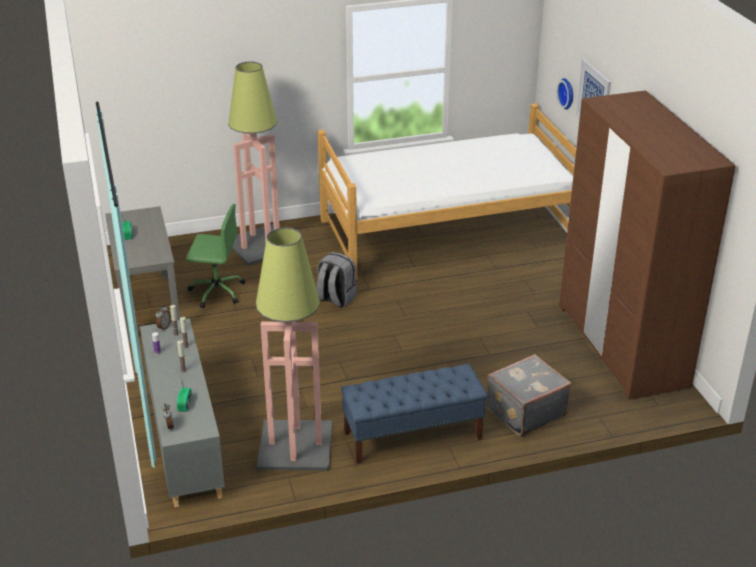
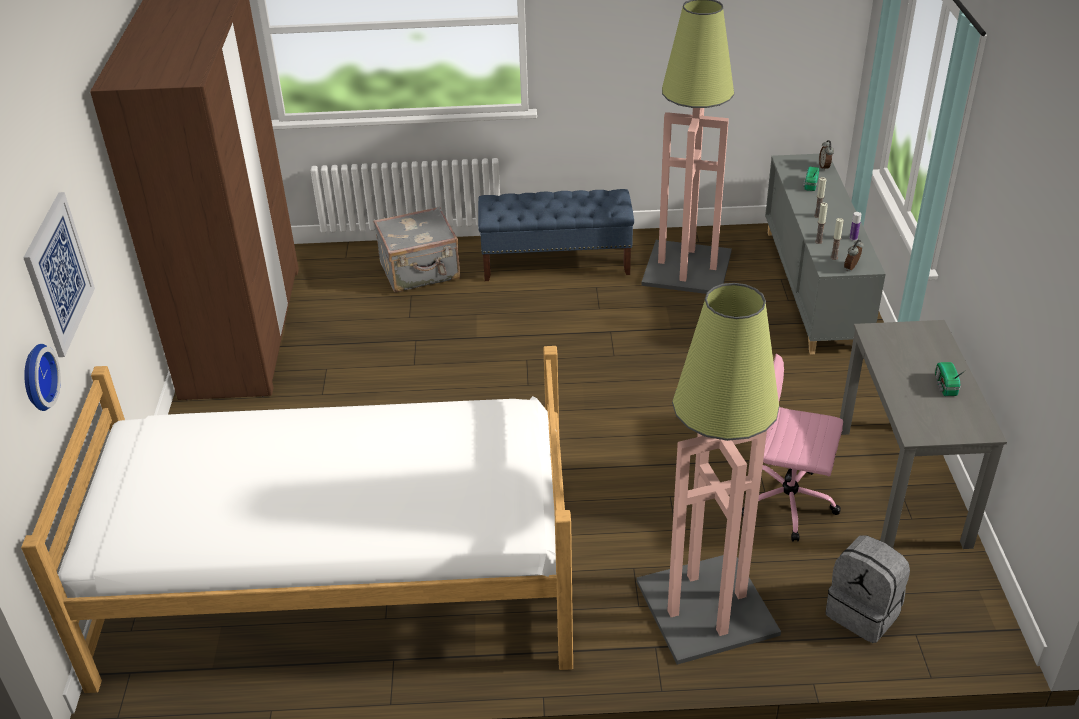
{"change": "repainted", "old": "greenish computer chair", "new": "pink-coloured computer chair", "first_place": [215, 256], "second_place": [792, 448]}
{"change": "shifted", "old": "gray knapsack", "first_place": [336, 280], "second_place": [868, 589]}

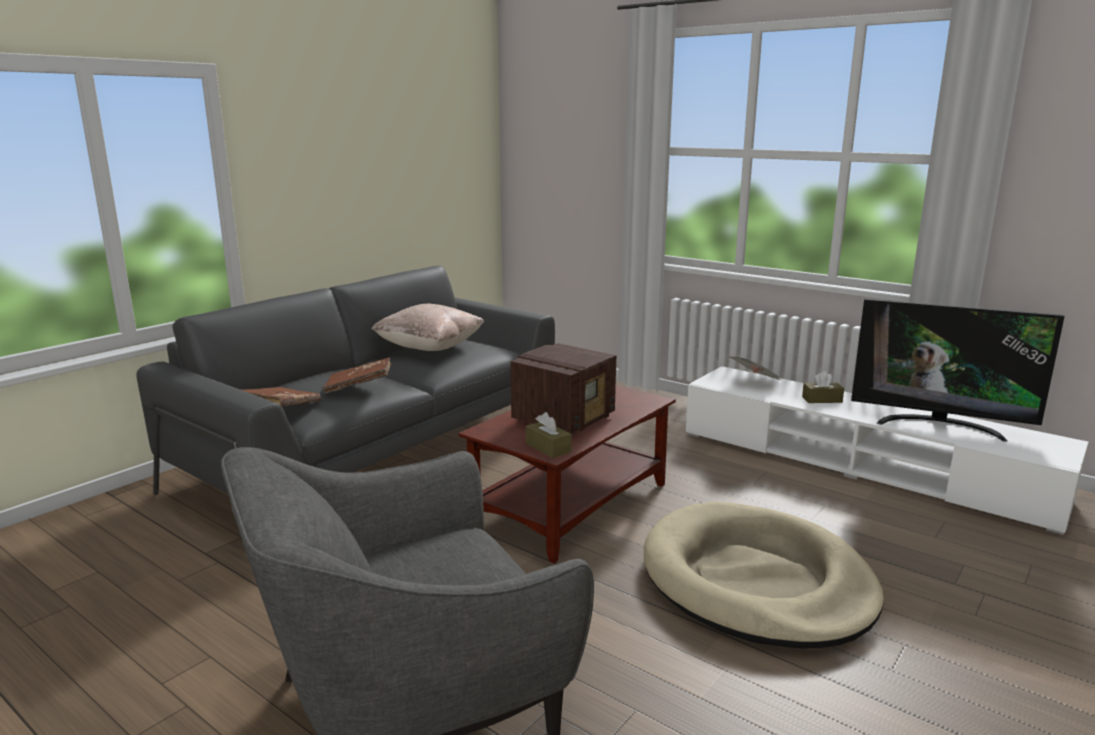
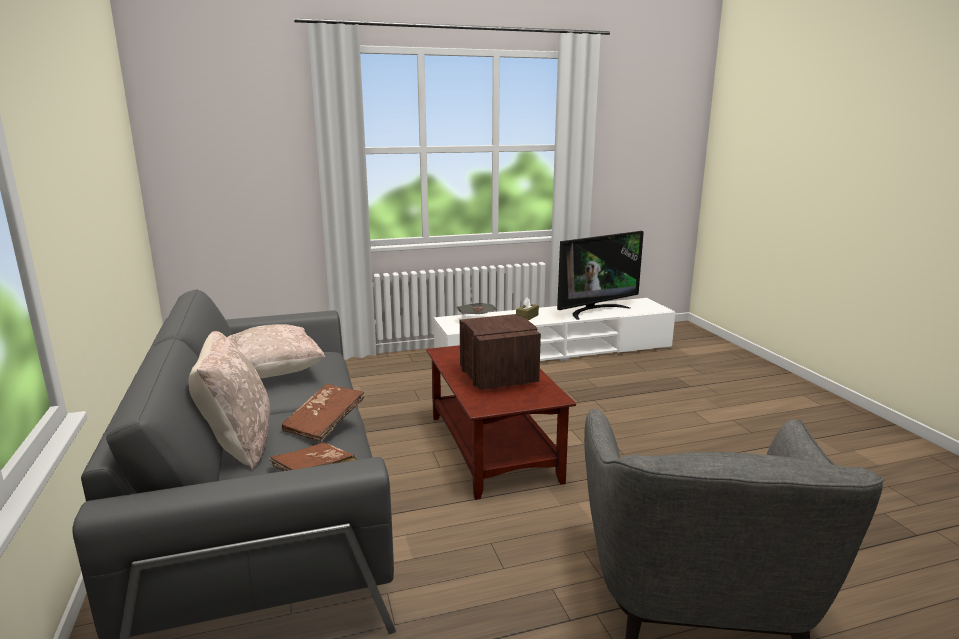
{"change": "new", "new": "beige-coloured throw pillow", "second_place": [229, 400]}
{"change": "gone", "old": "brown-coloured tissue holder", "first_place": [549, 435]}
{"change": "gone", "old": "beige-coloured dog cushion", "first_place": [764, 575]}

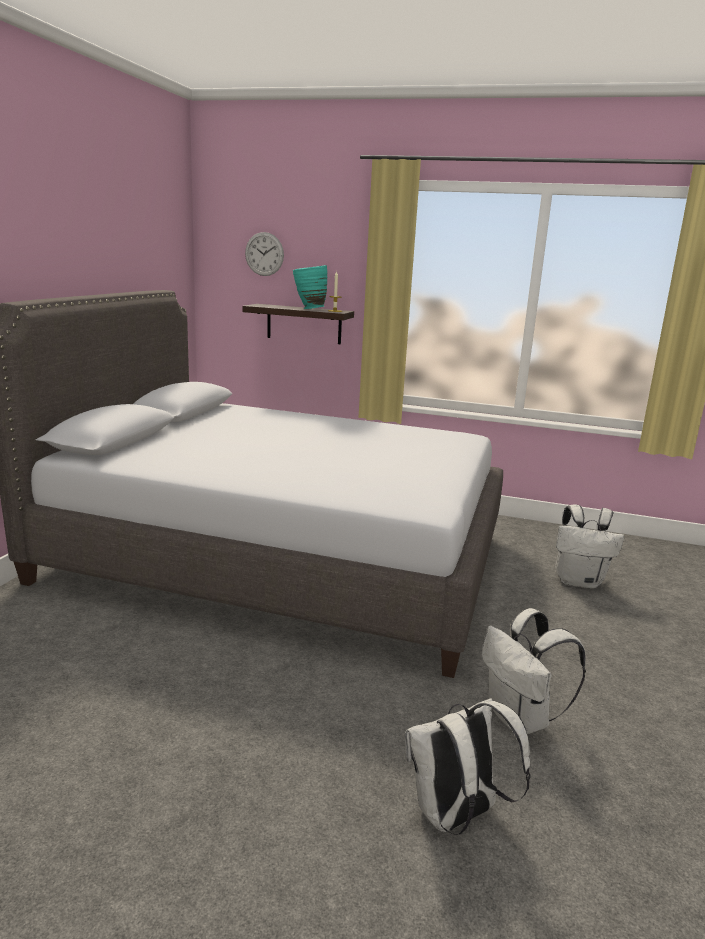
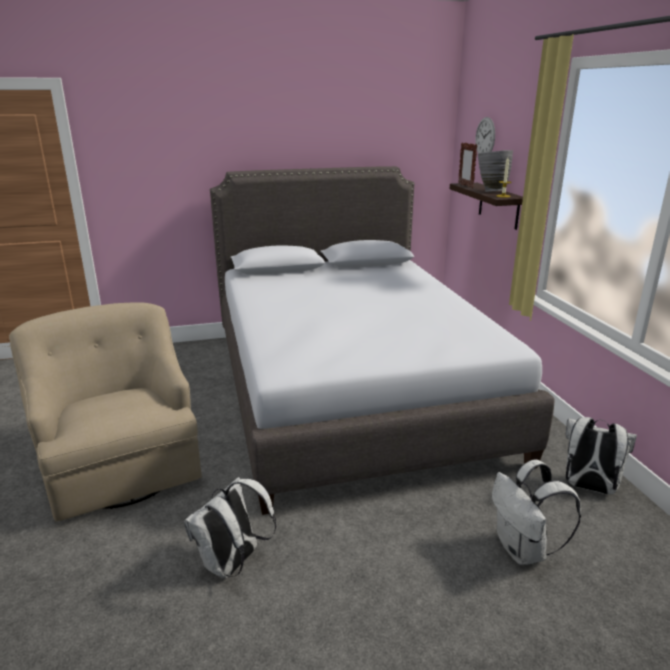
{"change": "new", "new": "beige-coloured easy chair", "second_place": [105, 412]}
{"change": "new", "new": "standing frame", "second_place": [468, 165]}
{"change": "repainted", "old": "turquoise decorative vase", "new": "gray decorative vase", "first_place": [310, 287], "second_place": [495, 171]}
{"change": "shifted", "old": "white knapsack", "first_place": [468, 766], "second_place": [601, 456]}

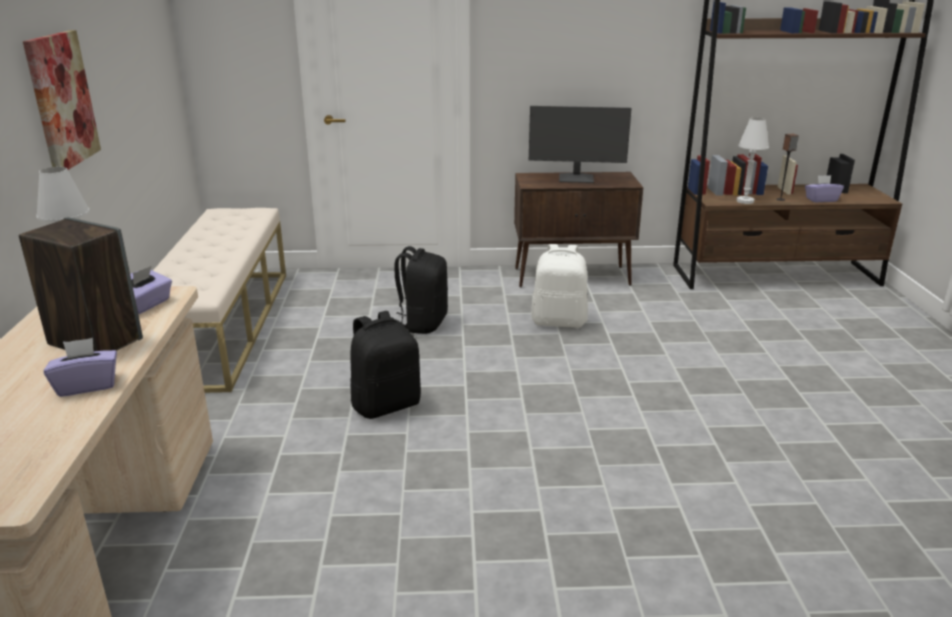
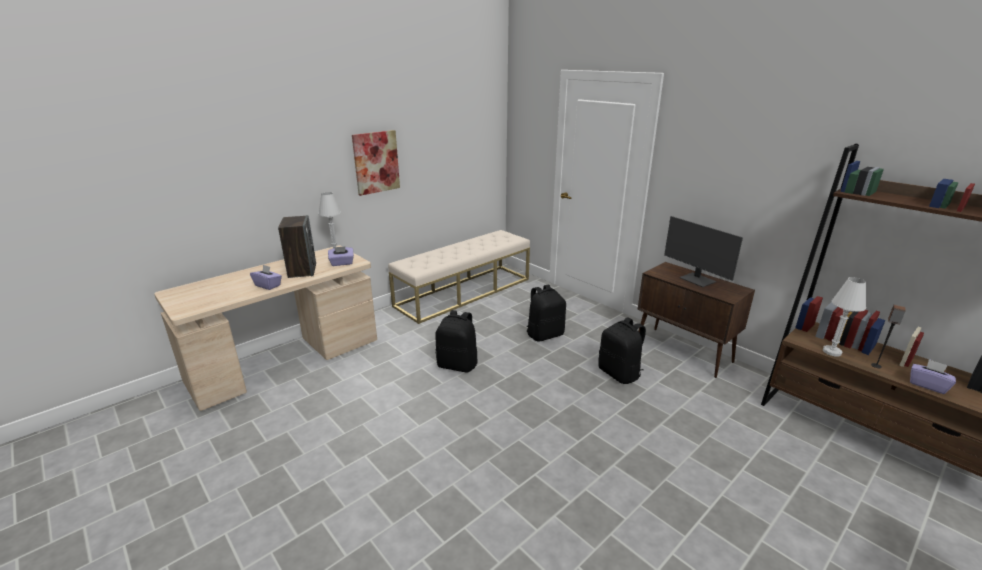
{"change": "repainted", "old": "white knapsack", "new": "black-coloured knapsack", "first_place": [559, 286], "second_place": [622, 350]}

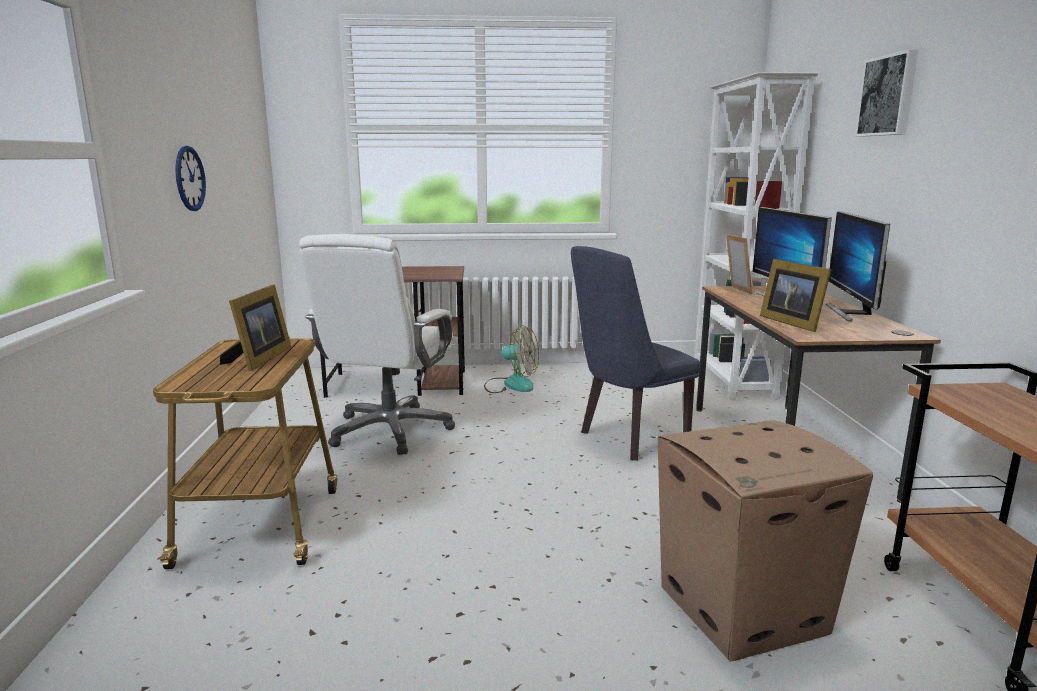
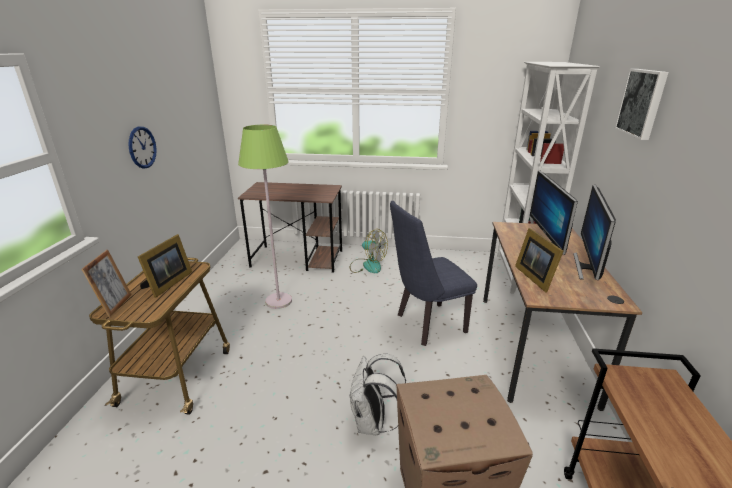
{"change": "shifted", "old": "standing frame", "first_place": [739, 264], "second_place": [106, 283]}
{"change": "swapped", "old": "white computer chair", "new": "greenish standing lamp", "first_place": [377, 344], "second_place": [265, 217]}
{"change": "new", "new": "white knapsack", "second_place": [377, 394]}

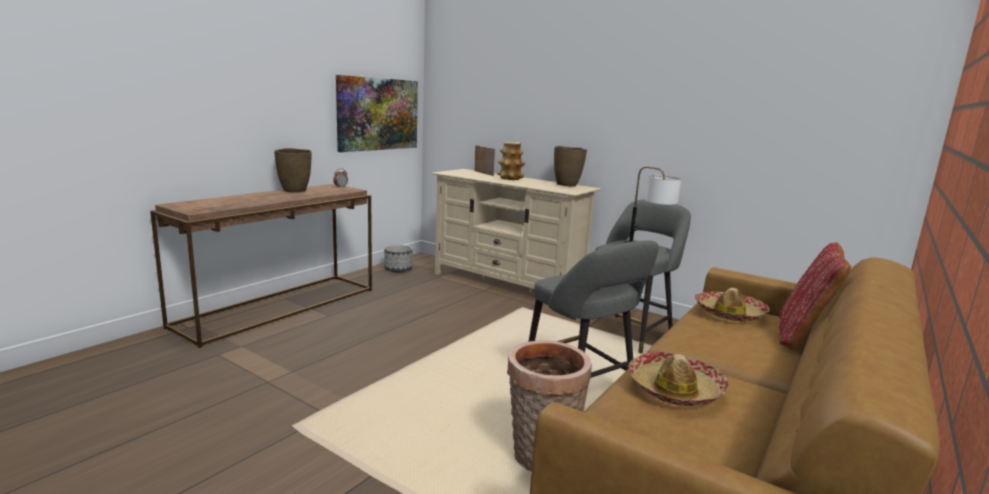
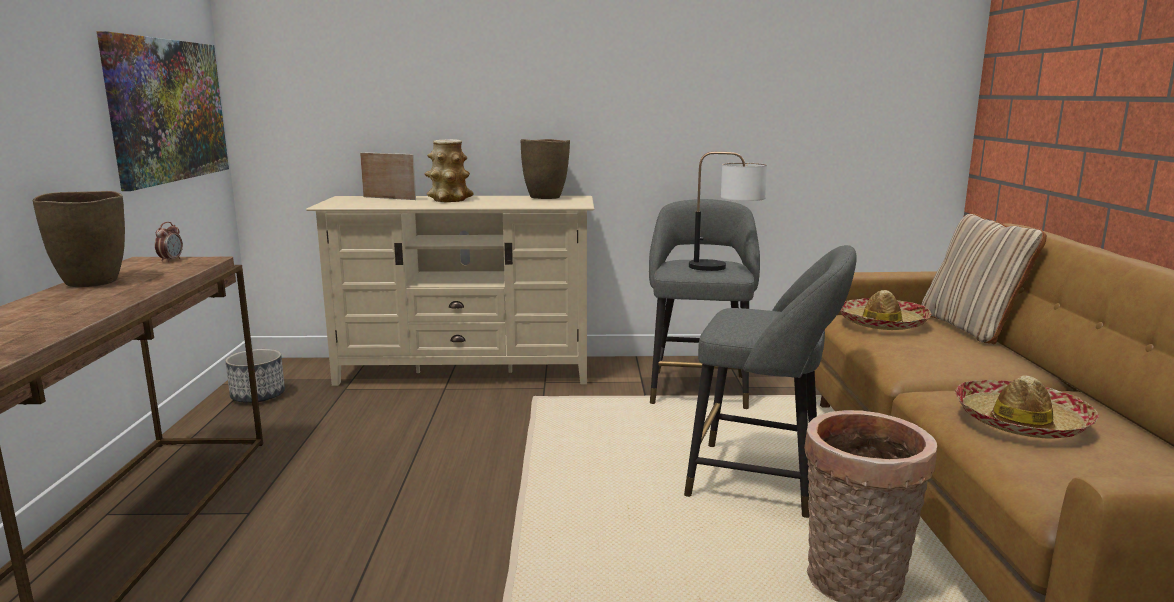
{"change": "repainted", "old": "reddish throw pillow", "new": "beige-coloured throw pillow", "first_place": [815, 296], "second_place": [984, 278]}

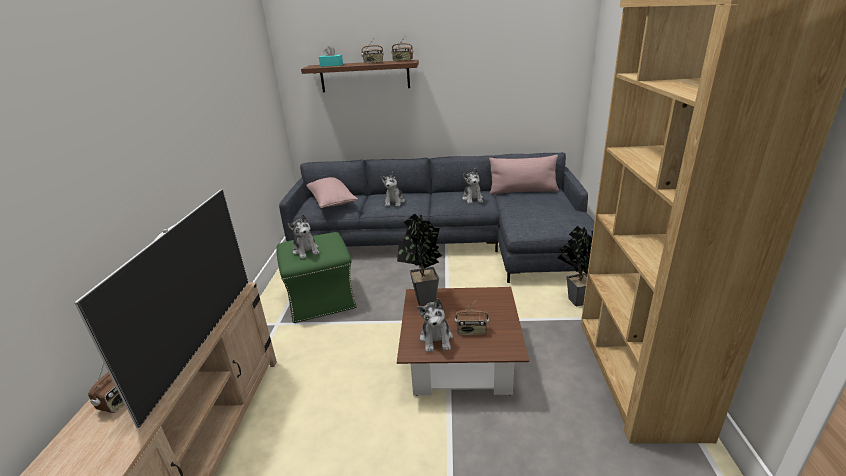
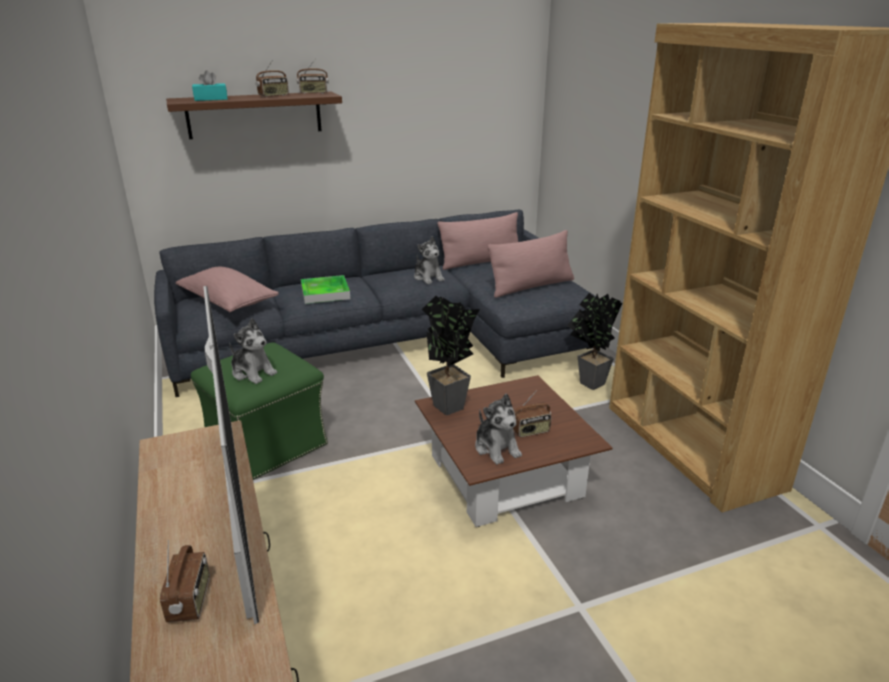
{"change": "swapped", "old": "soft toy", "new": "tray", "first_place": [393, 189], "second_place": [325, 289]}
{"change": "new", "new": "pink-coloured throw pillow", "second_place": [530, 264]}

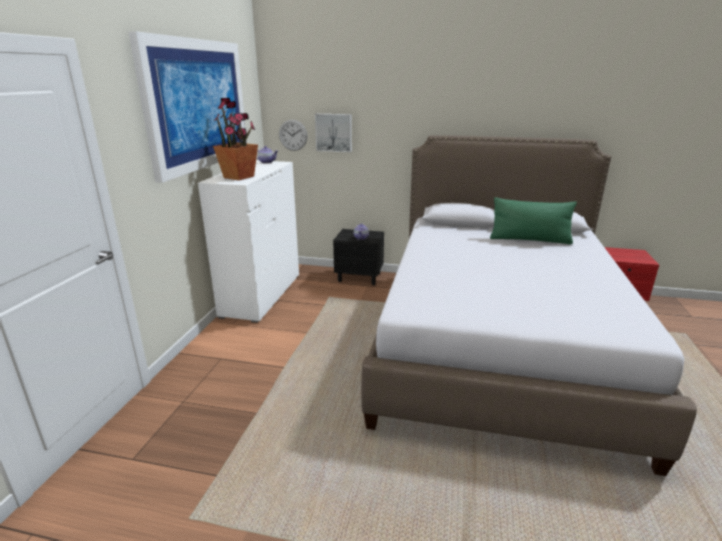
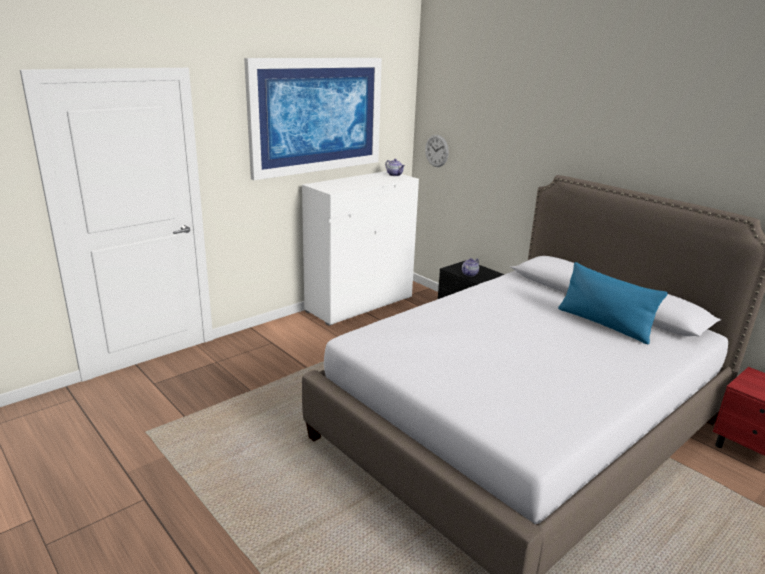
{"change": "repainted", "old": "greenish throw pillow", "new": "blue throw pillow", "first_place": [533, 220], "second_place": [613, 303]}
{"change": "gone", "old": "potted plant", "first_place": [235, 139]}
{"change": "gone", "old": "picture", "first_place": [333, 133]}

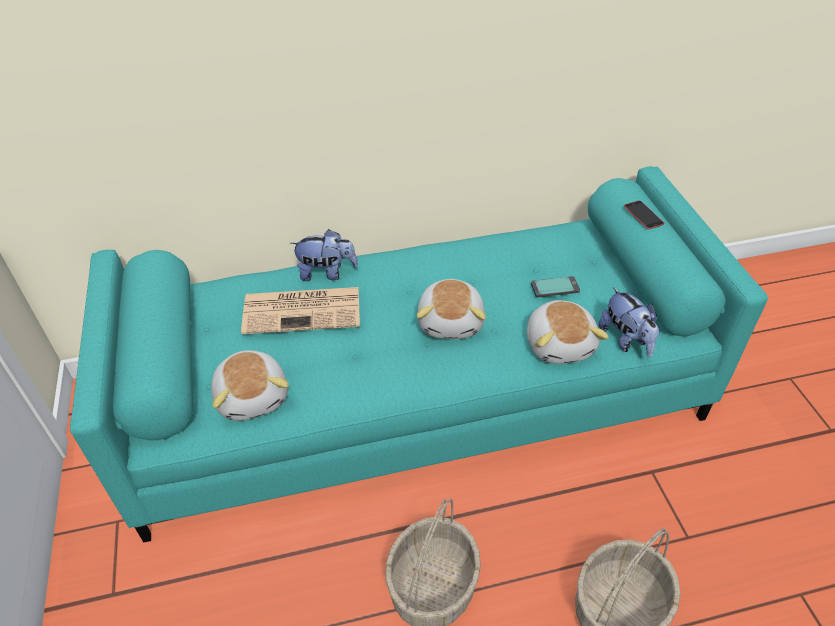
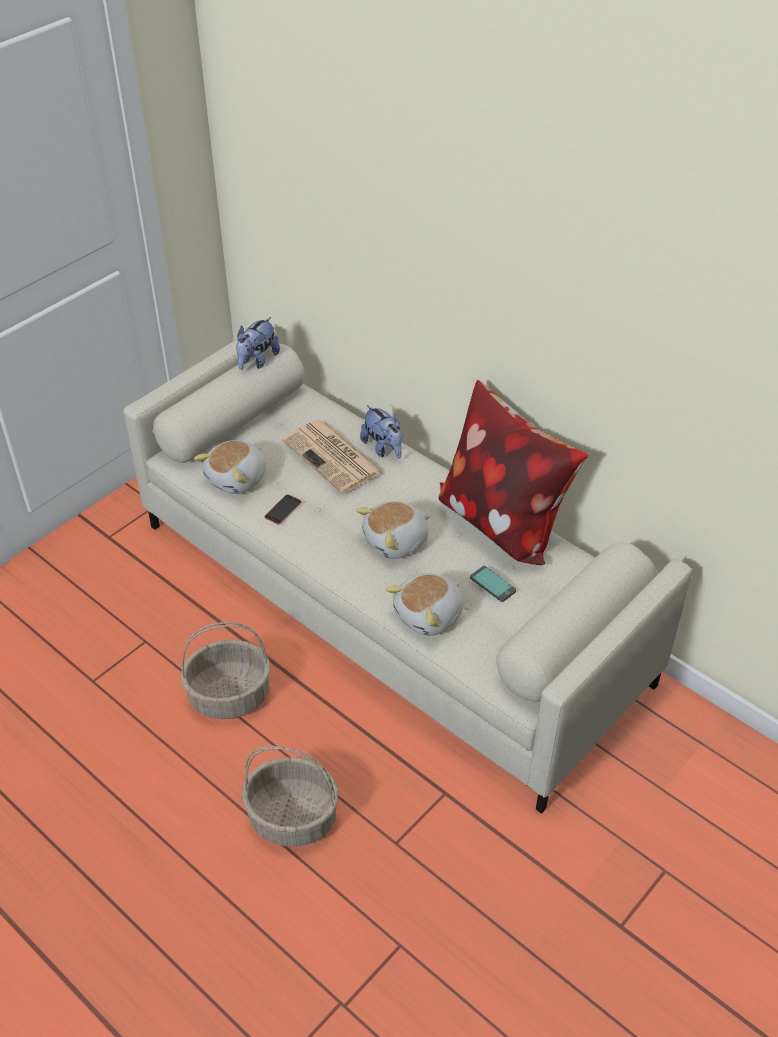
{"change": "repainted", "old": "turquoise settee", "new": "beige-coloured settee", "first_place": [419, 354], "second_place": [408, 572]}
{"change": "shifted", "old": "soft toy", "first_place": [629, 322], "second_place": [258, 343]}
{"change": "shifted", "old": "telephone", "first_place": [644, 215], "second_place": [282, 509]}
{"change": "new", "new": "throw pillow", "second_place": [513, 472]}

